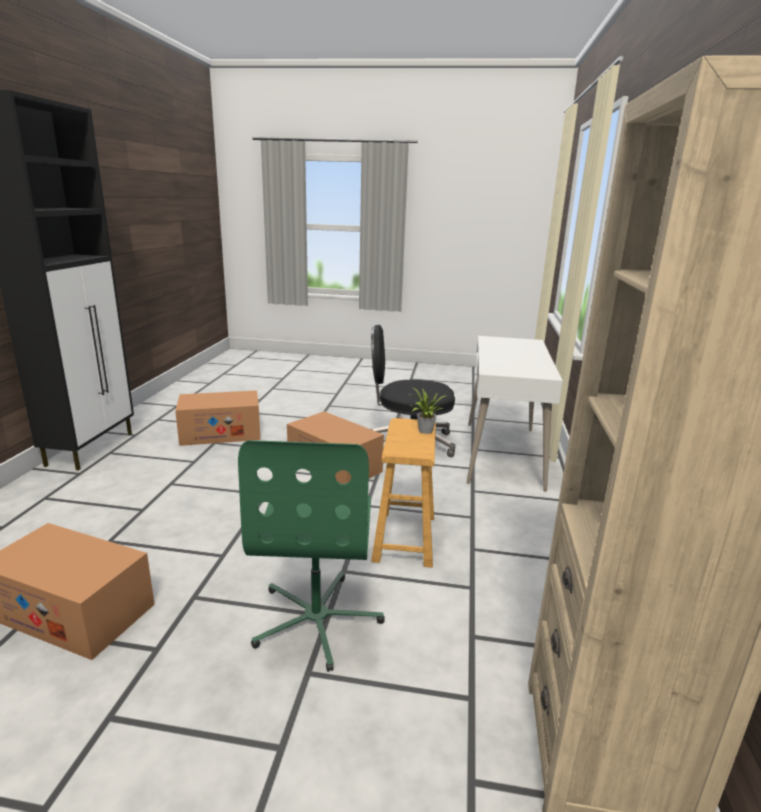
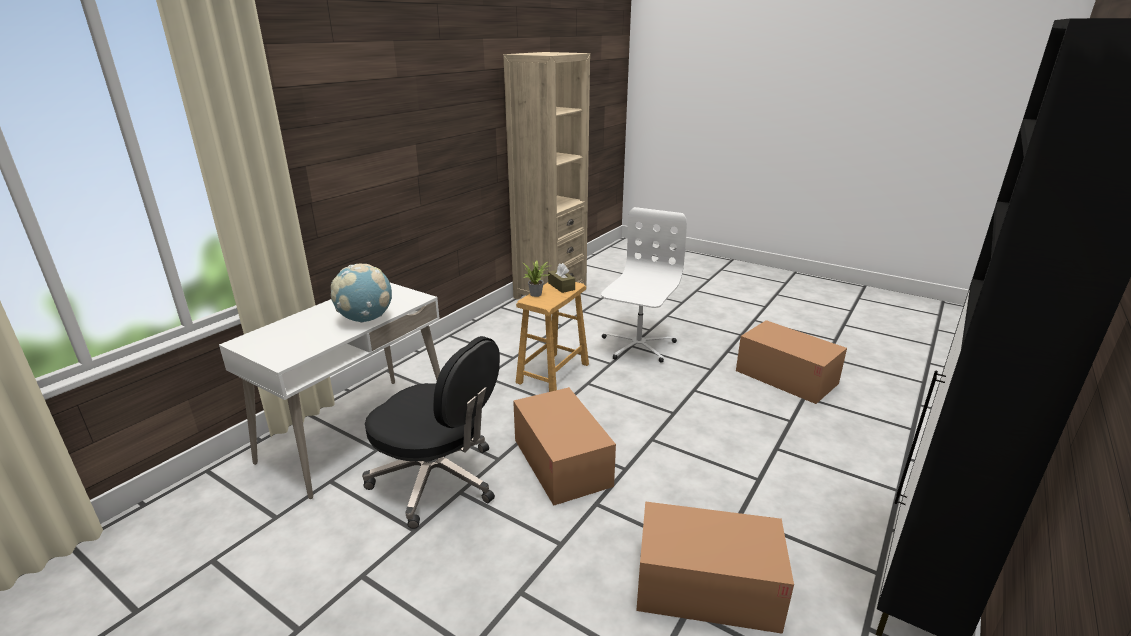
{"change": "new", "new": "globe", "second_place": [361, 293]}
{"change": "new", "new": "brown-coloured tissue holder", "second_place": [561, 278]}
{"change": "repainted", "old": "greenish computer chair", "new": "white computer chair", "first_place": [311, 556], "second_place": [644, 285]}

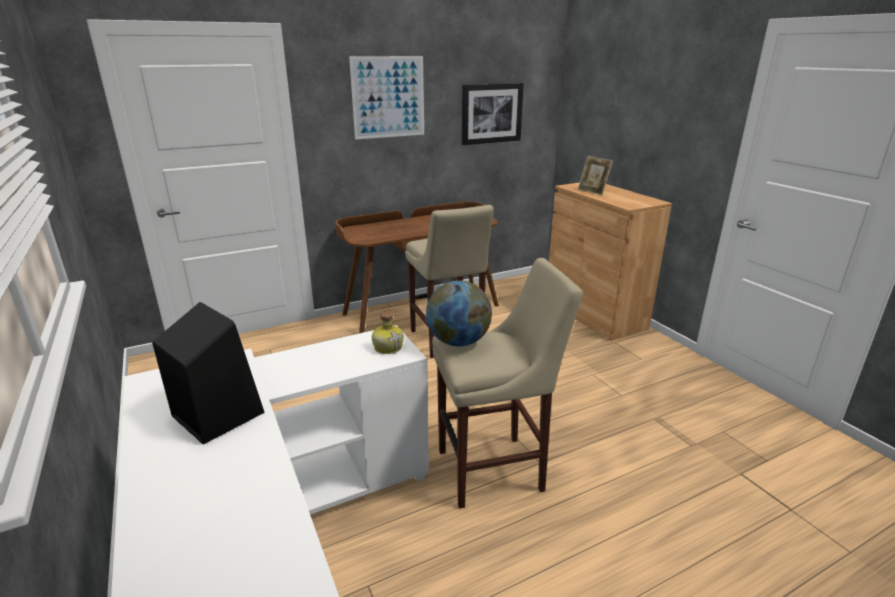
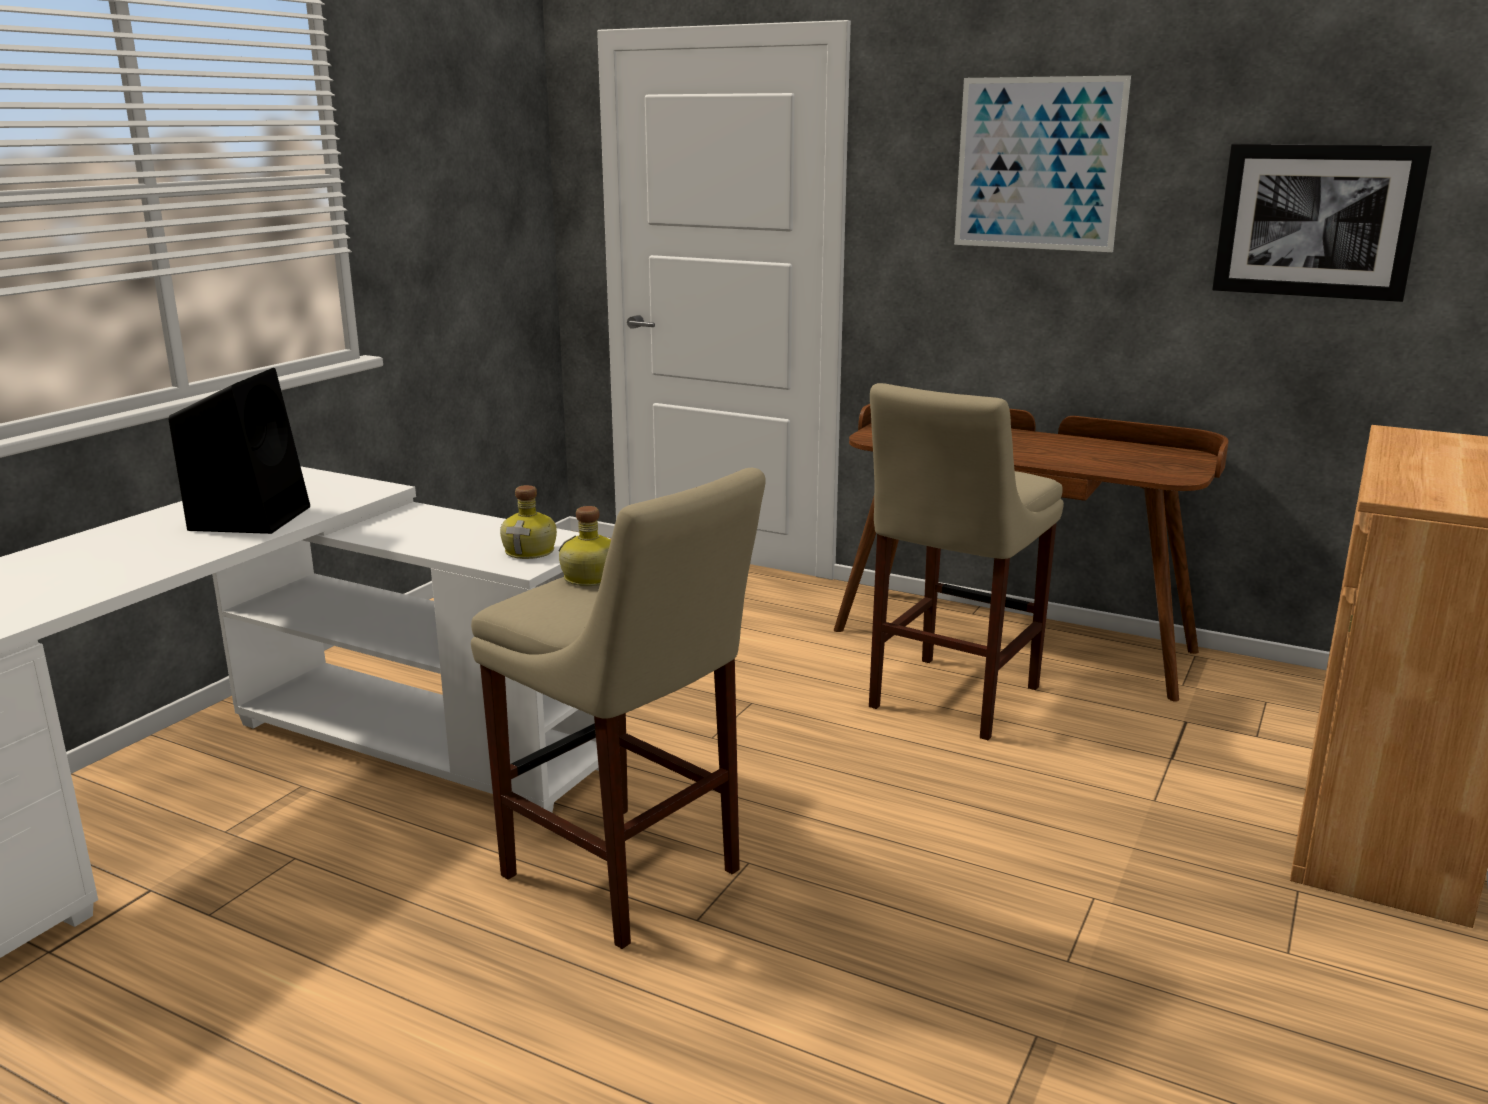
{"change": "swapped", "old": "globe", "new": "beverage bottle", "first_place": [459, 313], "second_place": [584, 546]}
{"change": "gone", "old": "standing frame", "first_place": [595, 175]}

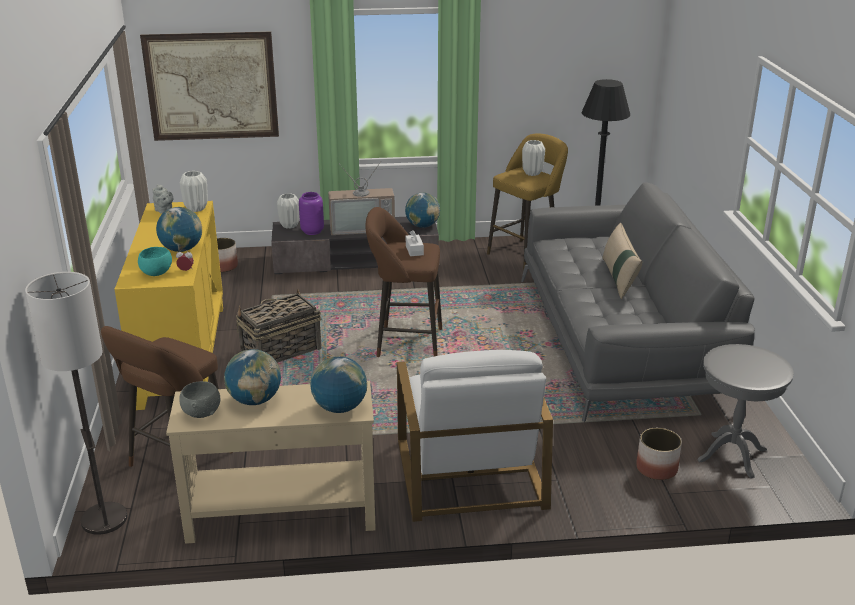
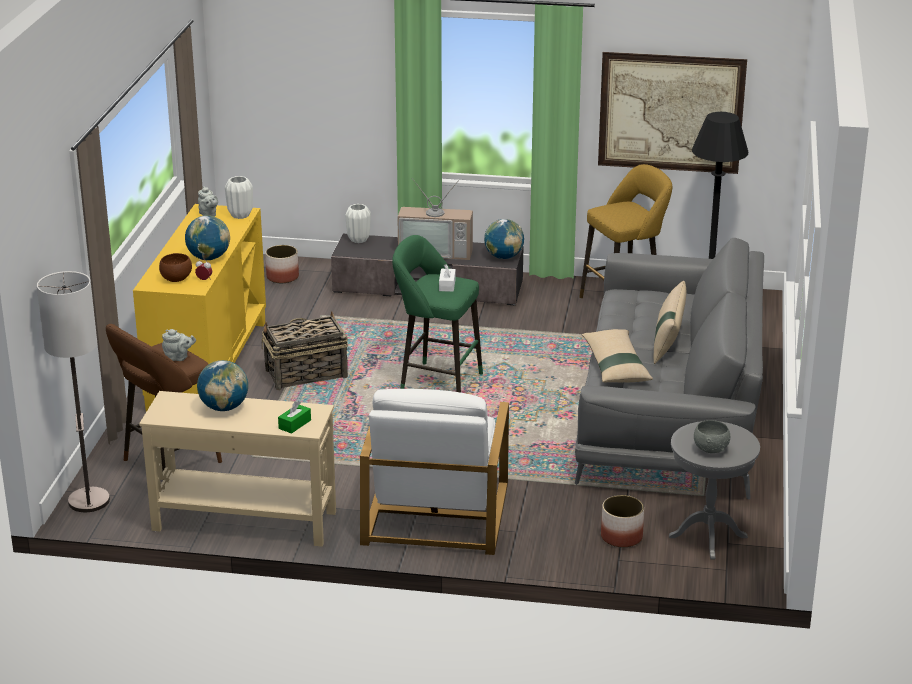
{"change": "repainted", "old": "turquoise deep dish", "new": "brown-coloured deep dish", "first_place": [155, 261], "second_place": [175, 267]}
{"change": "new", "new": "gray tea pot", "second_place": [179, 345]}
{"change": "swapped", "old": "globe", "new": "greenish tissue holder", "first_place": [338, 384], "second_place": [294, 417]}
{"change": "repainted", "old": "brown-coloured stool seat", "new": "greenish stool seat", "first_place": [404, 282], "second_place": [437, 314]}
{"change": "new", "new": "beige-coloured throw pillow", "second_place": [617, 355]}
{"change": "shifted", "old": "picture", "first_place": [209, 86], "second_place": [672, 113]}
{"change": "shifted", "old": "gray deep dish", "first_place": [199, 399], "second_place": [712, 436]}
{"change": "gone", "old": "purplish decorative vase", "first_place": [311, 213]}
{"change": "gone", "old": "white decorative vase", "first_place": [533, 158]}

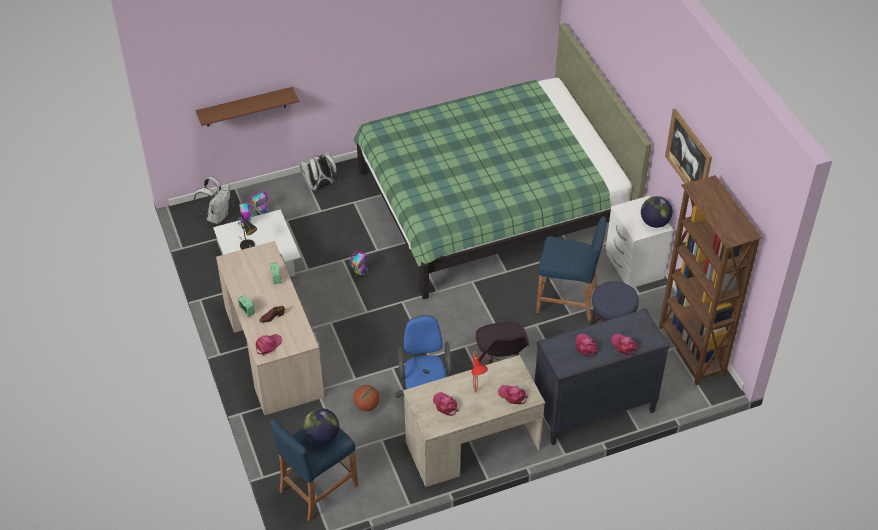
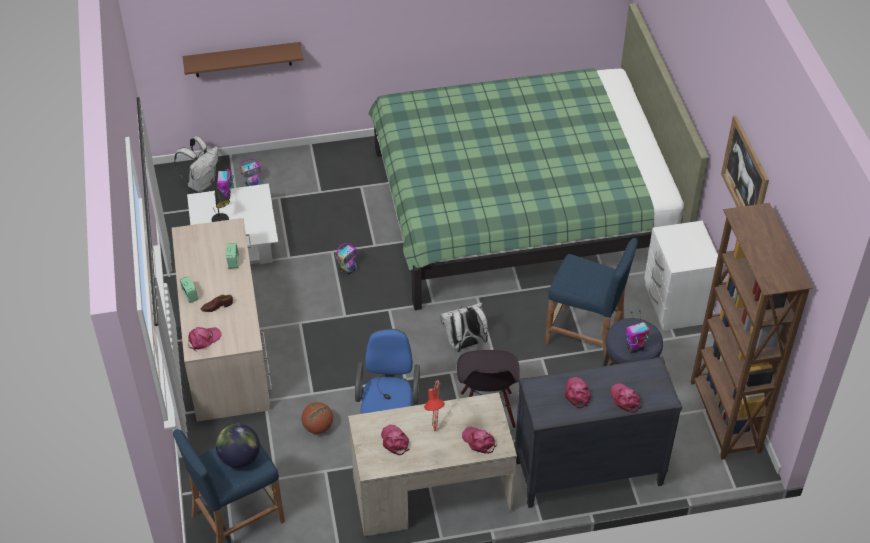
{"change": "shifted", "old": "white knapsack", "first_place": [318, 171], "second_place": [464, 327]}
{"change": "new", "new": "model robot", "second_place": [638, 331]}
{"change": "gone", "old": "globe", "first_place": [657, 212]}

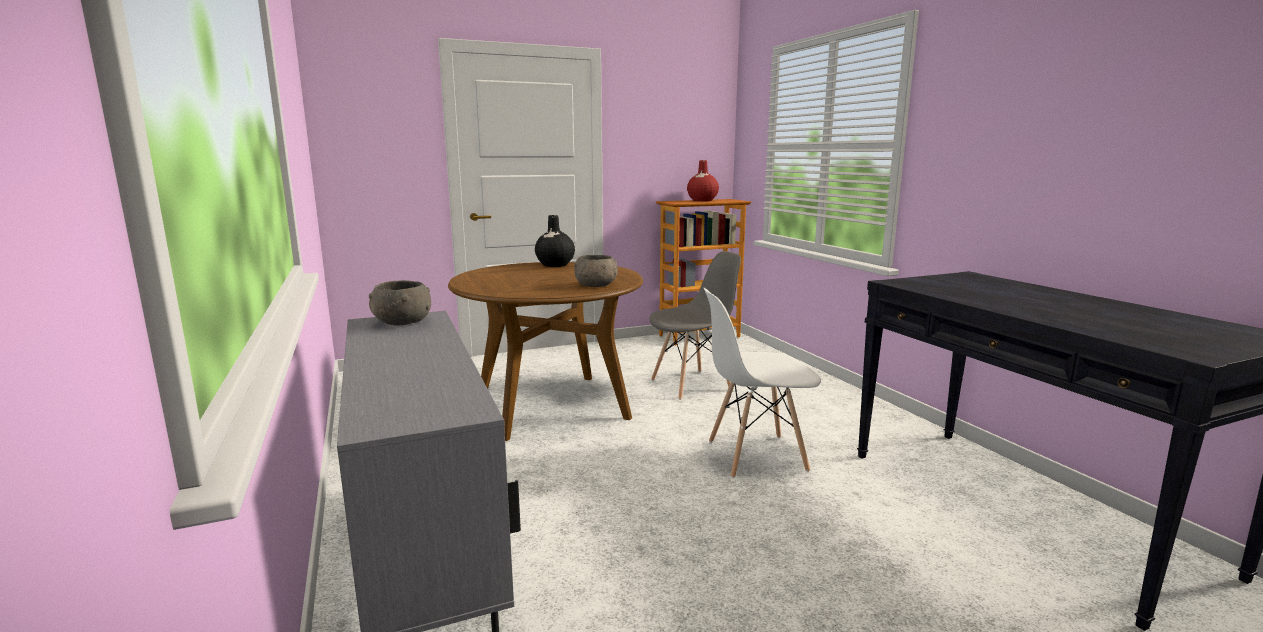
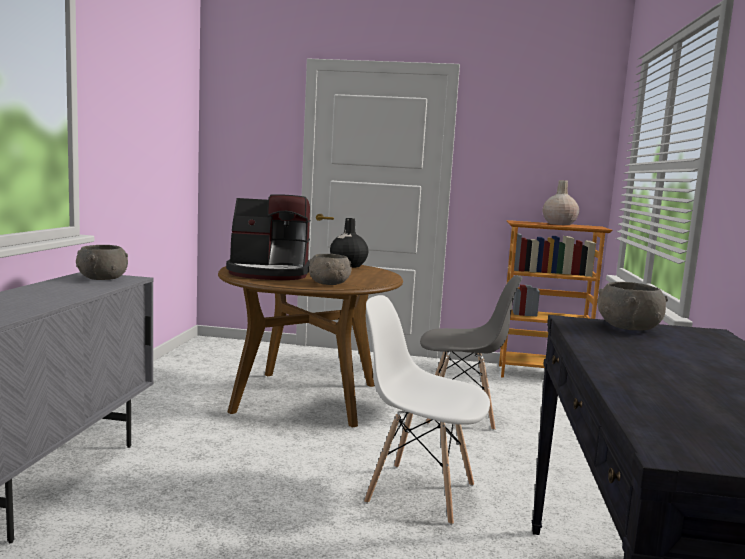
{"change": "new", "new": "coffee brewer", "second_place": [268, 237]}
{"change": "repainted", "old": "reddish decorative vase", "new": "beige-coloured decorative vase", "first_place": [703, 180], "second_place": [560, 202]}
{"change": "new", "new": "gray deep dish", "second_place": [632, 306]}

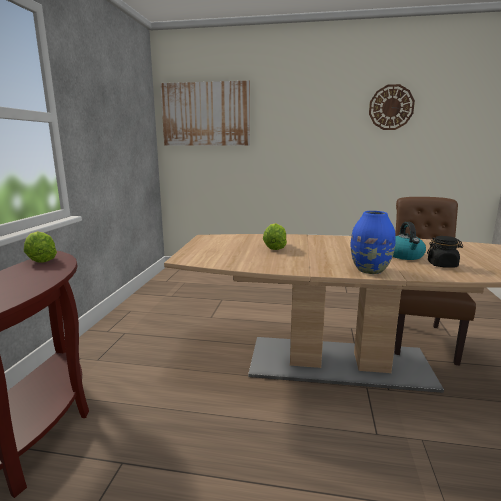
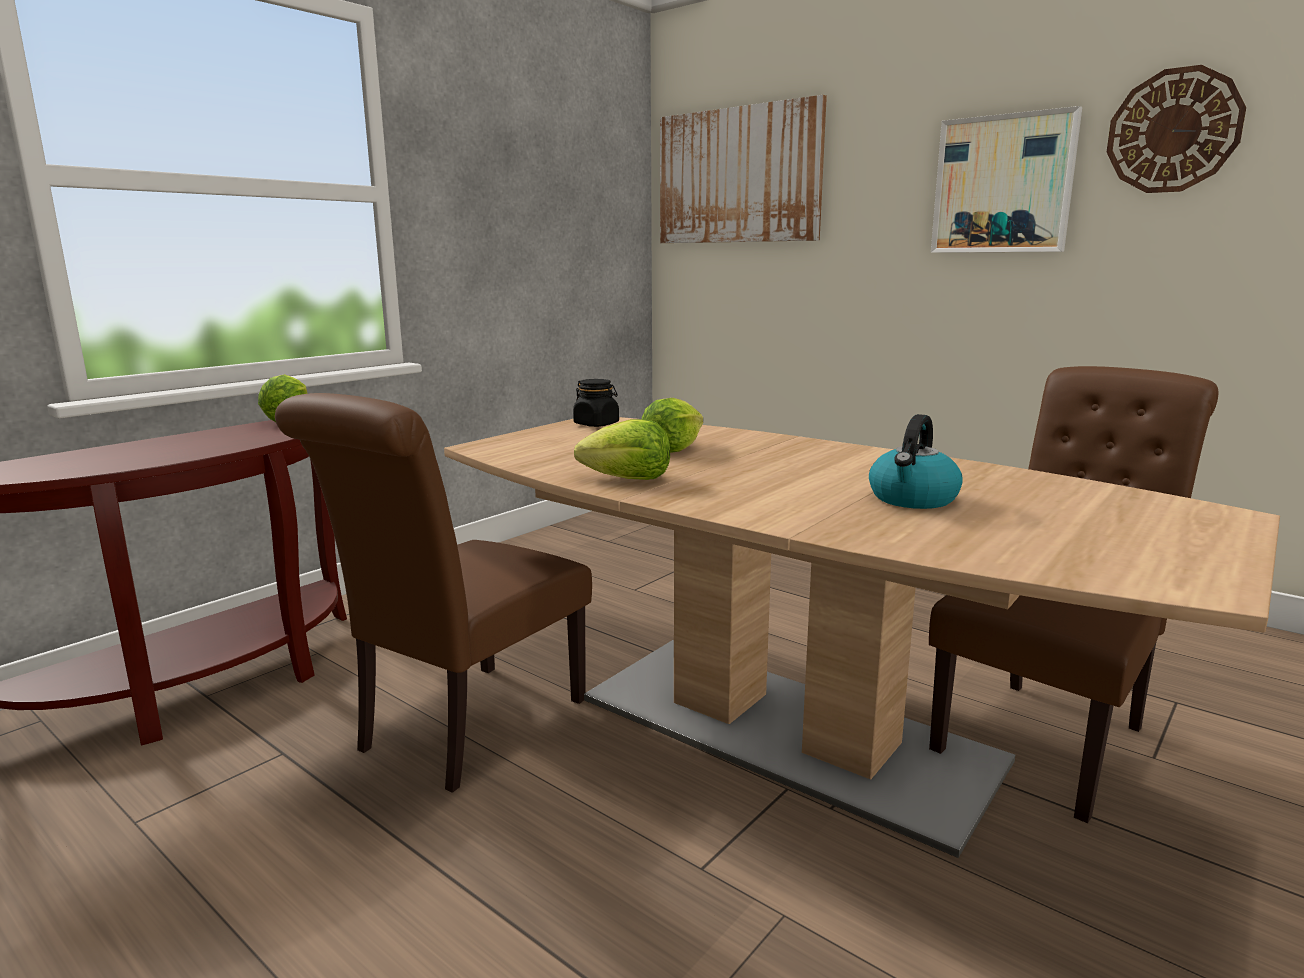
{"change": "new", "new": "brown-coloured chair", "second_place": [433, 593]}
{"change": "shifted", "old": "black-coloured preserve jar", "first_place": [445, 252], "second_place": [596, 403]}
{"change": "new", "new": "lettuce head", "second_place": [622, 449]}
{"change": "new", "new": "picture", "second_place": [1006, 179]}
{"change": "gone", "old": "blue decorative vase", "first_place": [373, 242]}

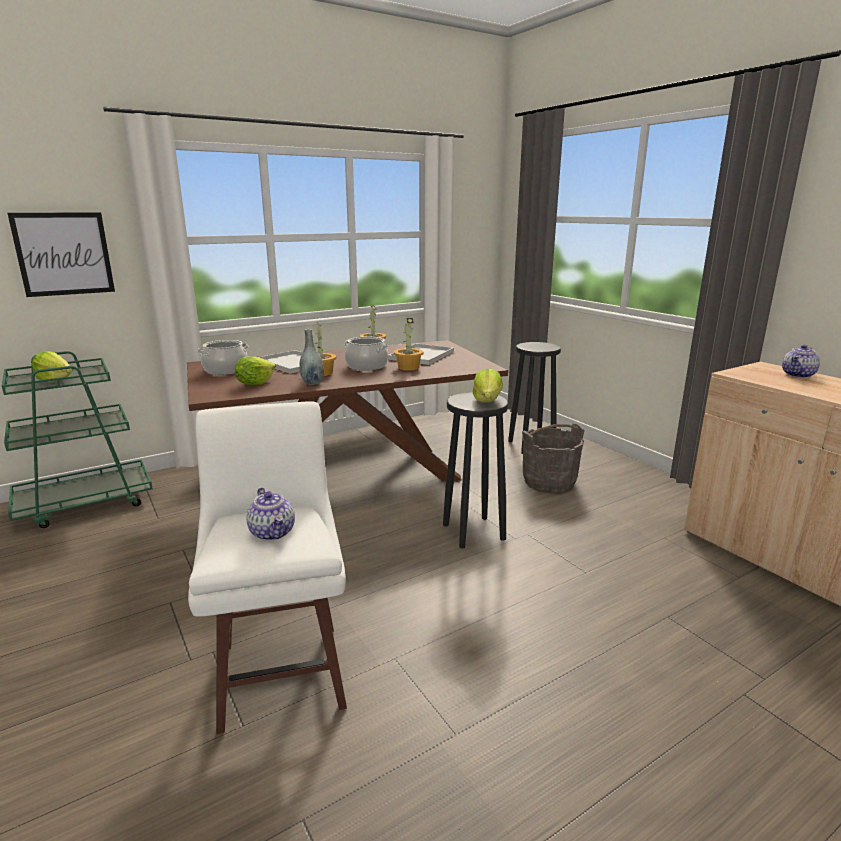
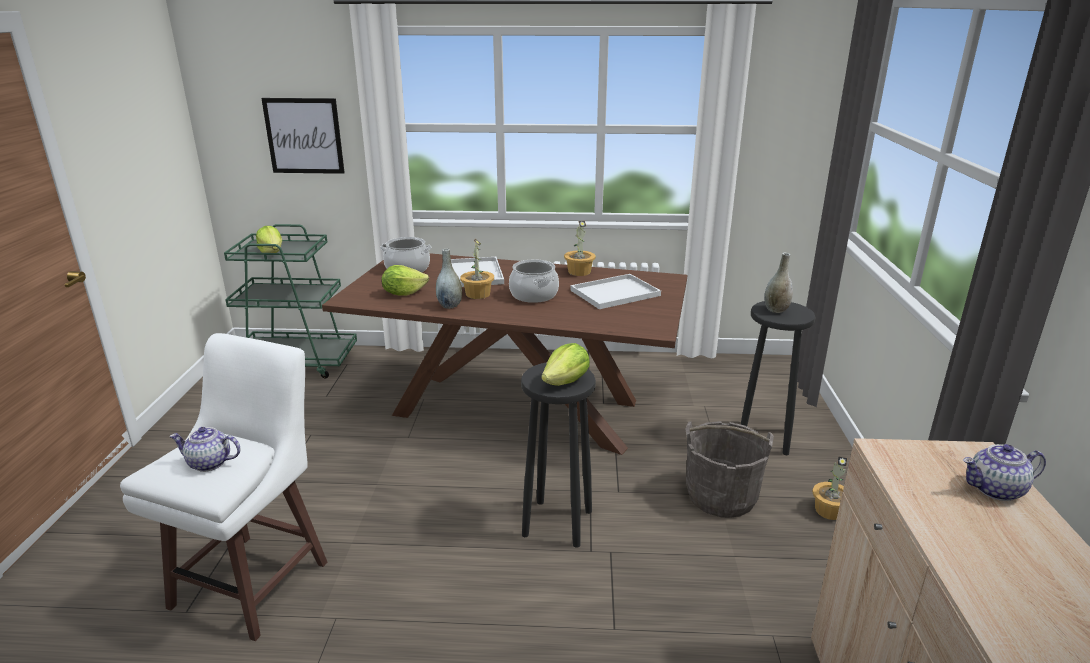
{"change": "rotated", "old": "tea pot", "first_place": [270, 514], "second_place": [205, 449], "degrees": 90}
{"change": "new", "new": "gray decorative vase", "second_place": [778, 283]}
{"change": "shifted", "old": "potted plant", "first_place": [408, 344], "second_place": [829, 488]}

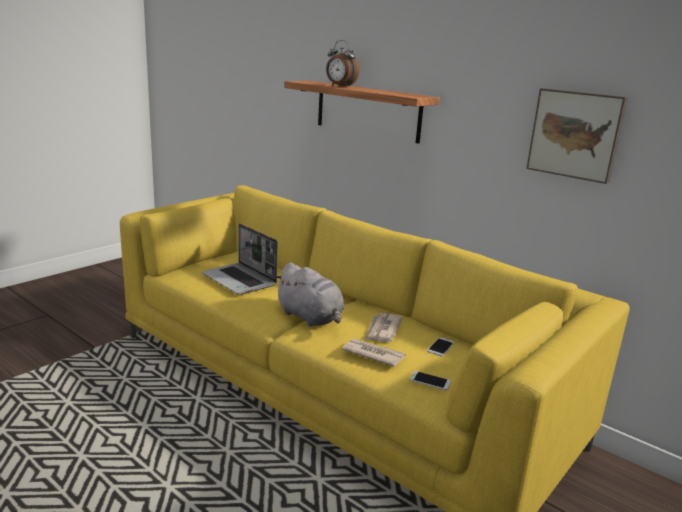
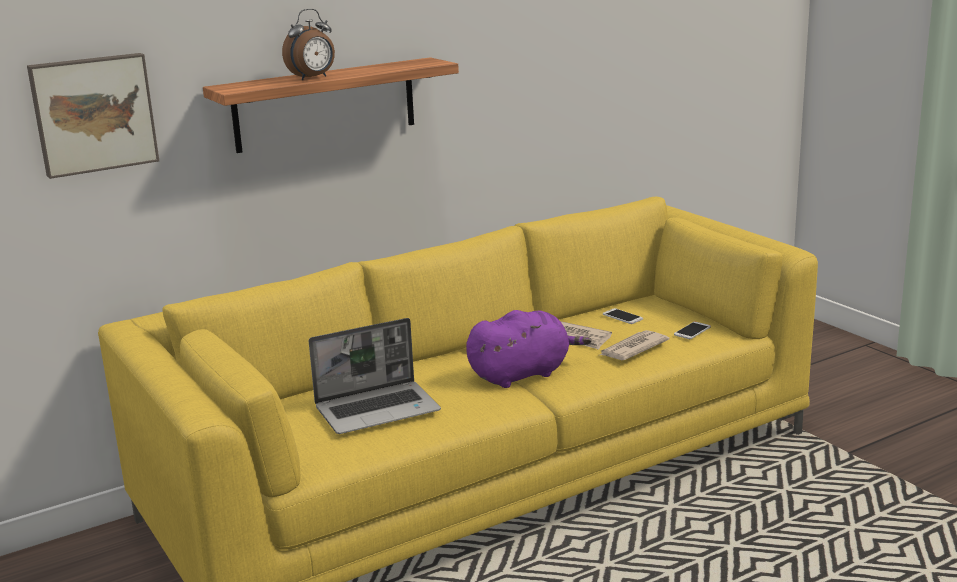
{"change": "shifted", "old": "picture", "first_place": [577, 136], "second_place": [93, 116]}
{"change": "repainted", "old": "gray soft toy", "new": "purplish soft toy", "first_place": [309, 294], "second_place": [528, 349]}

